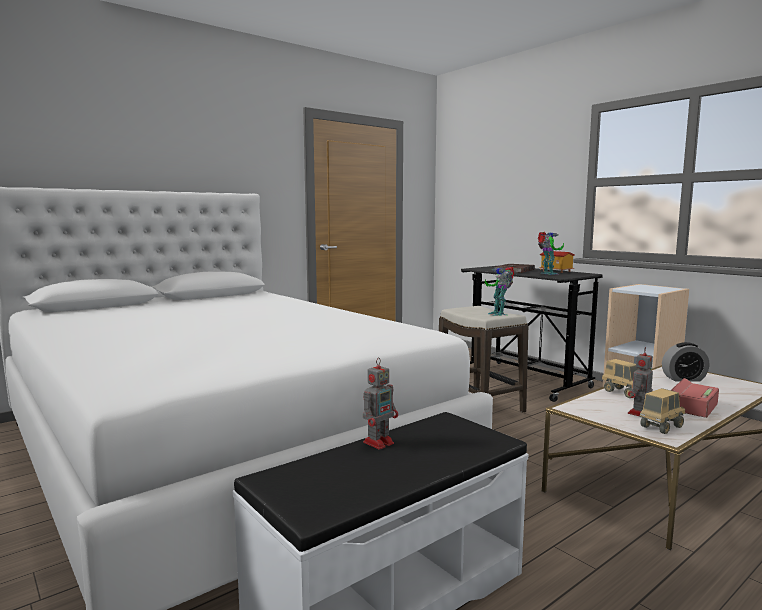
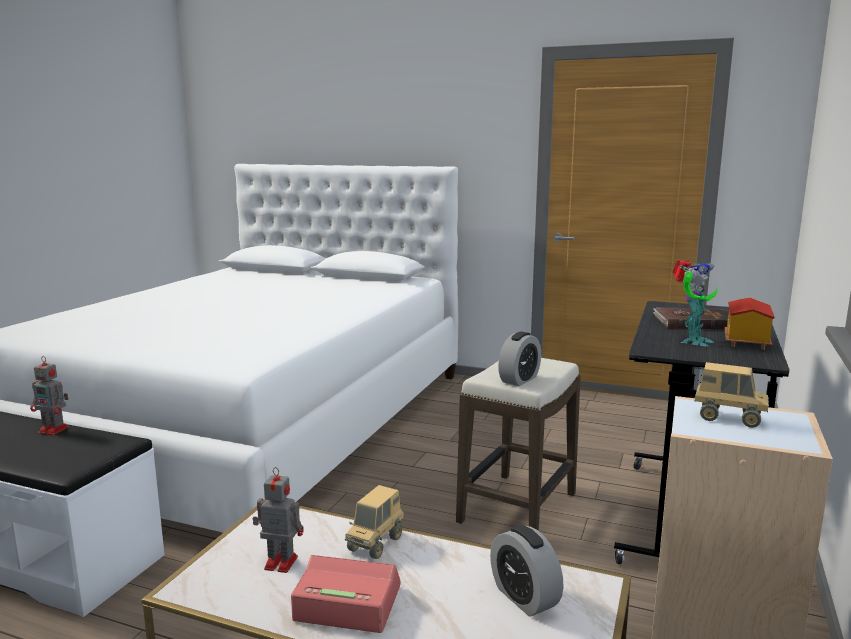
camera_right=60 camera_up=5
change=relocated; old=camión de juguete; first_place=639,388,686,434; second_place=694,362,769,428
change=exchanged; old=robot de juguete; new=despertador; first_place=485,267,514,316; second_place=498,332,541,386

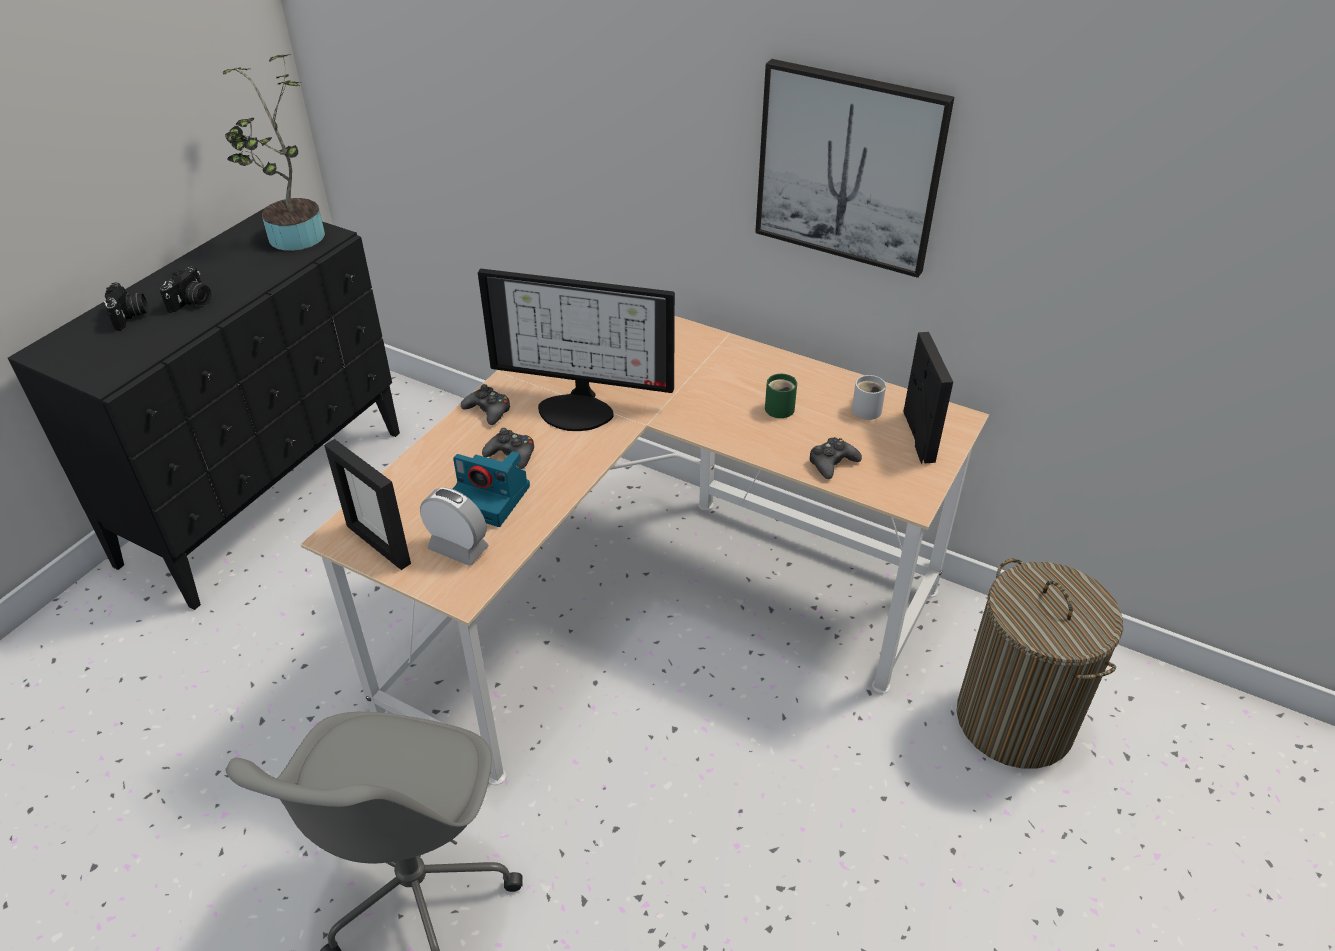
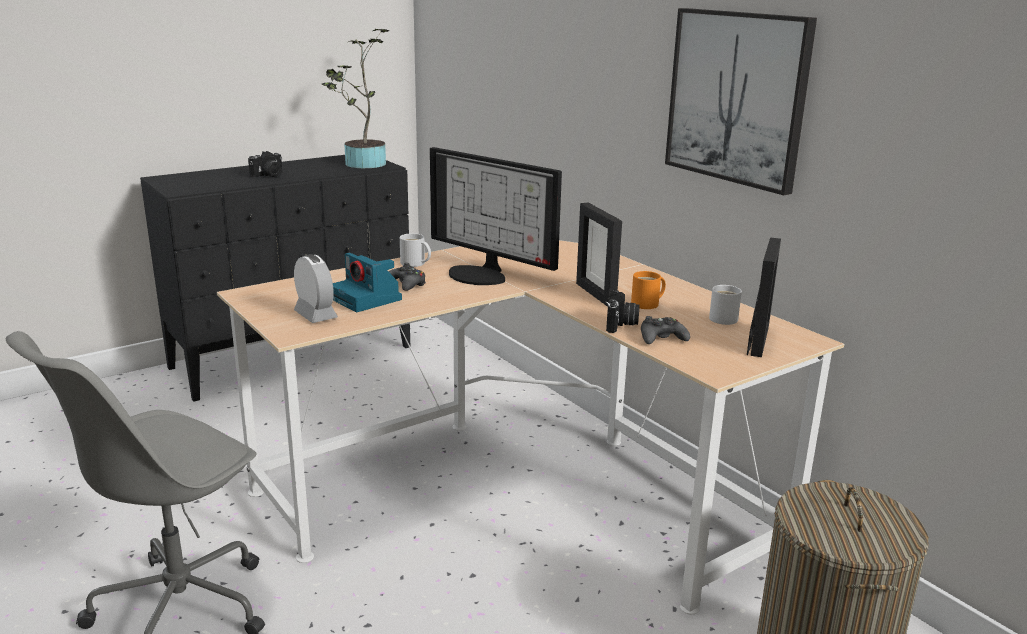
camera_right=25 camera_up=-20
change=relocated; old=cámara; first_place=103,283,148,331; second_place=606,290,640,333
change=relocated; old=portarretratos; first_place=324,439,411,570; second_place=576,203,622,307
change=exchanged; old=mando de consola/negro; new=taza grande/blanco; first_place=461,384,510,425; second_place=400,233,431,267
change=colour; old=taza grande/verde; new=taza grande/naranja; first_place=765,374,797,418; second_place=631,271,666,309

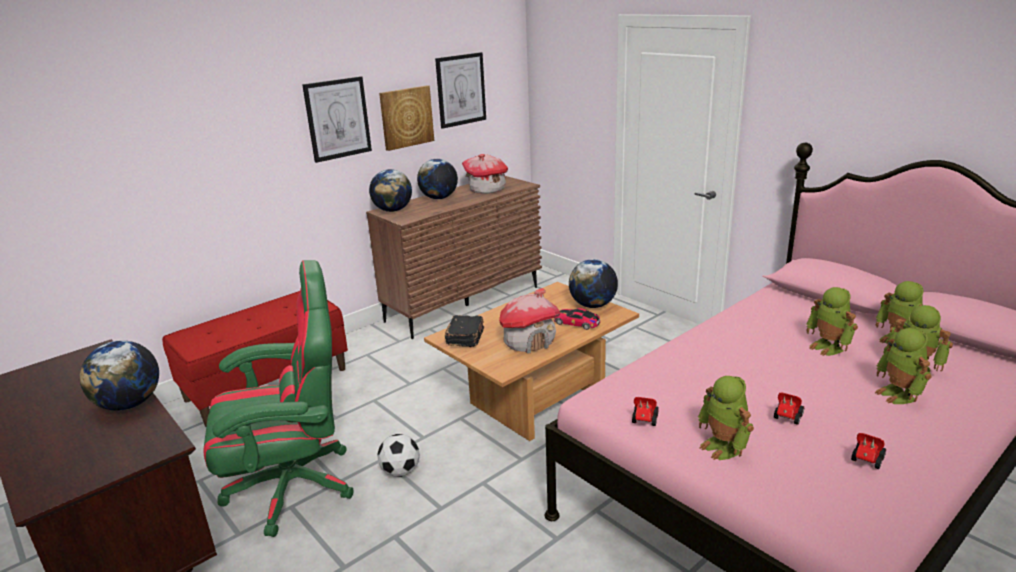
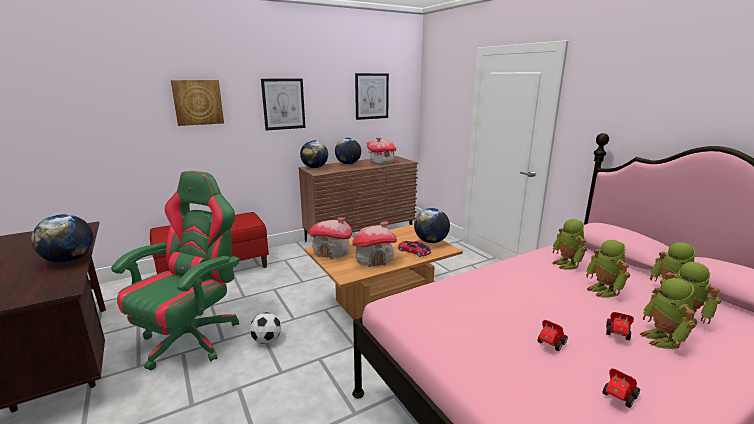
camera_right=10 camera_up=-5
change=relocated; old=cuadro; first_place=379,85,434,151; second_place=171,80,224,126
change=relocated; old=coche de juguete; first_place=632,397,659,426; second_place=606,312,634,340
change=relocated; old=robot de juguete; first_place=698,376,754,460; second_place=552,219,587,270
change=exchanged; old=libro/negro; new=casita; first_place=445,315,484,347; second_place=308,217,352,259
change=spun; old=silla de oficina/verde; first_place=204,260,354,537; second_place=111,171,240,370; degrees=-60

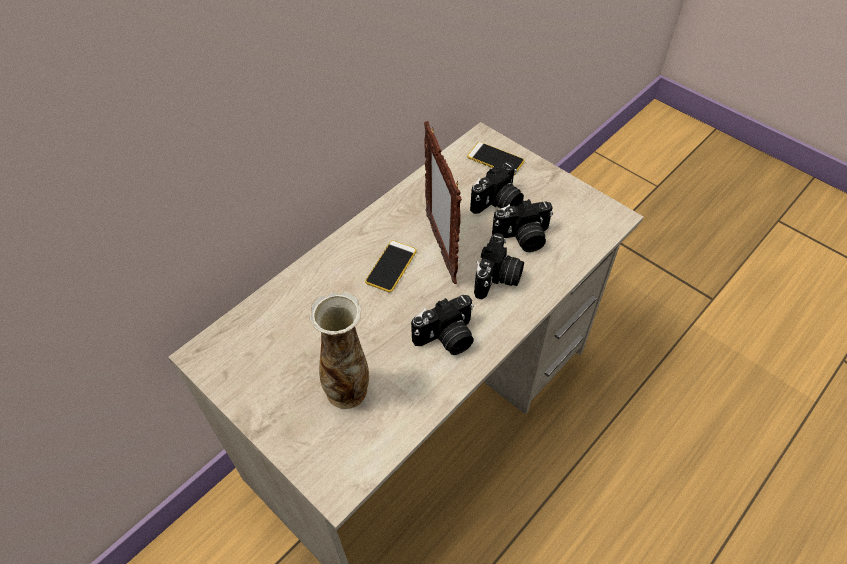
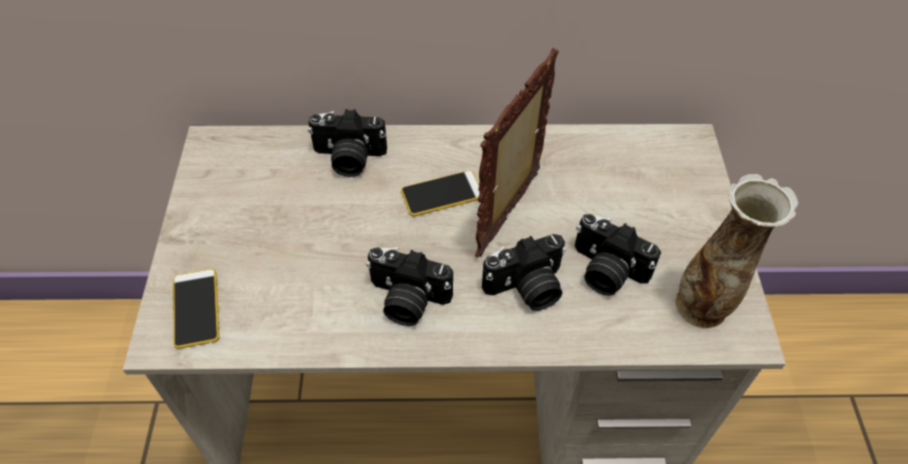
camera_right=45 camera_up=0
change=relocated; old=florero; first_place=309,292,369,409; second_place=675,174,798,328
change=relocated; old=móvil; first_place=467,142,525,175; second_place=173,269,219,349
change=relocated; old=cámara; first_place=470,162,524,214; second_place=308,109,387,177

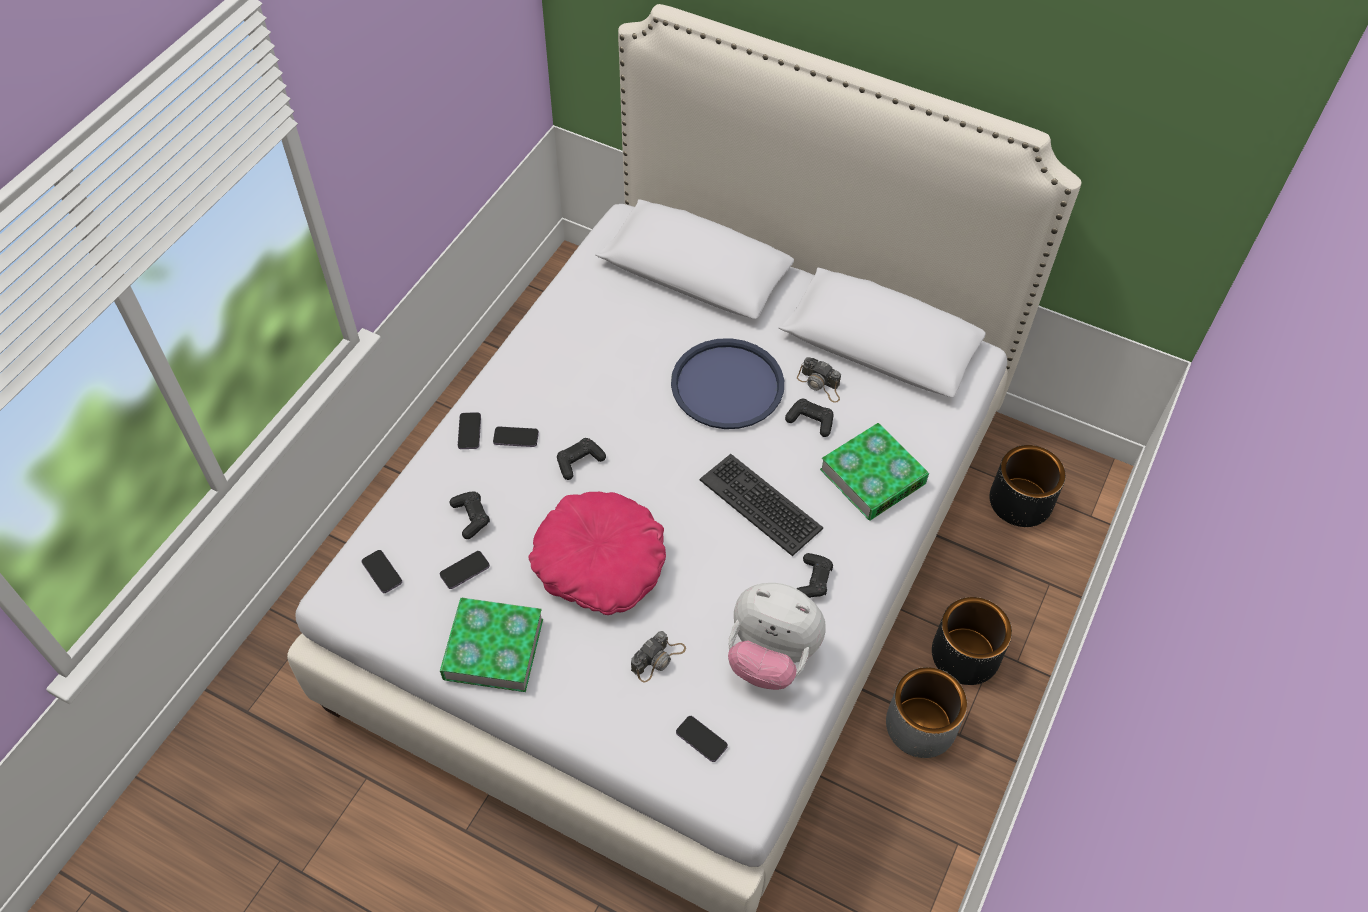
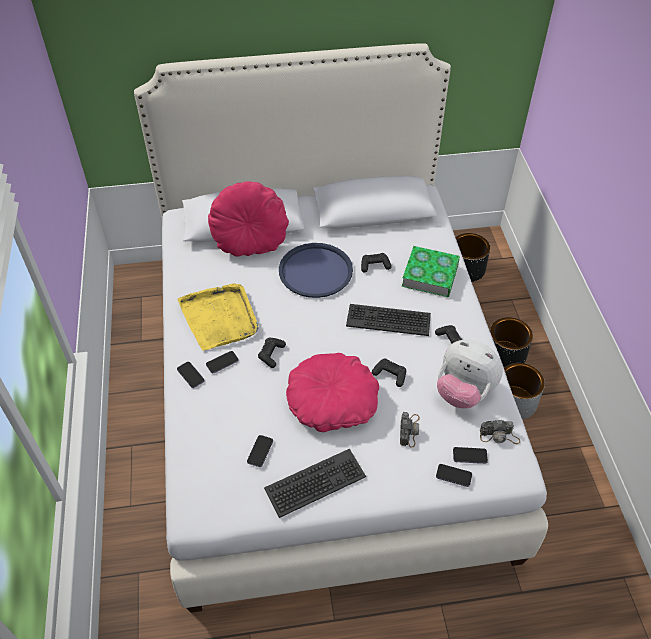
camera_right=-35 camera_up=-5
change=appeared; new=bandeja/amarillo; second_place=177,283,259,351
change=appeared; new=cojín/rosa; second_place=208,181,289,257
change=relocated; old=móvil; first_place=361,550,402,593; second_place=436,464,472,487
change=relocated; old=mando de consola/negro; first_place=450,492,490,539; second_place=372,359,406,387
change=relocated; old=cámara; first_place=797,357,841,403; second_place=480,420,520,444
change=exchanged; old=libro; new=teclado; first_place=440,598,543,692; second_place=264,449,366,518
change=spun; old=peluche; first_place=728,583,826,690; second_place=437,340,503,408; degrees=45

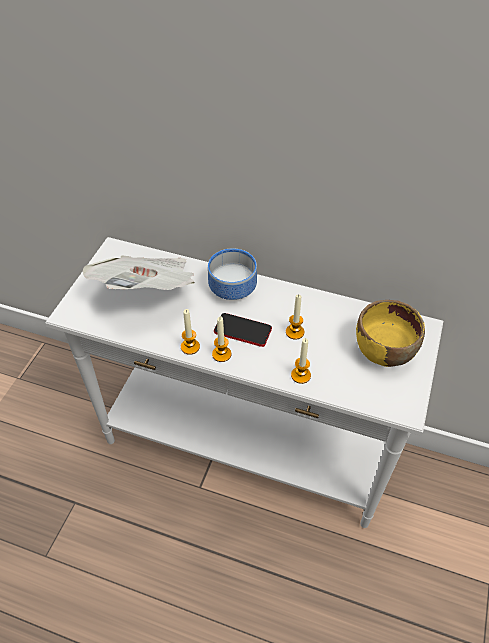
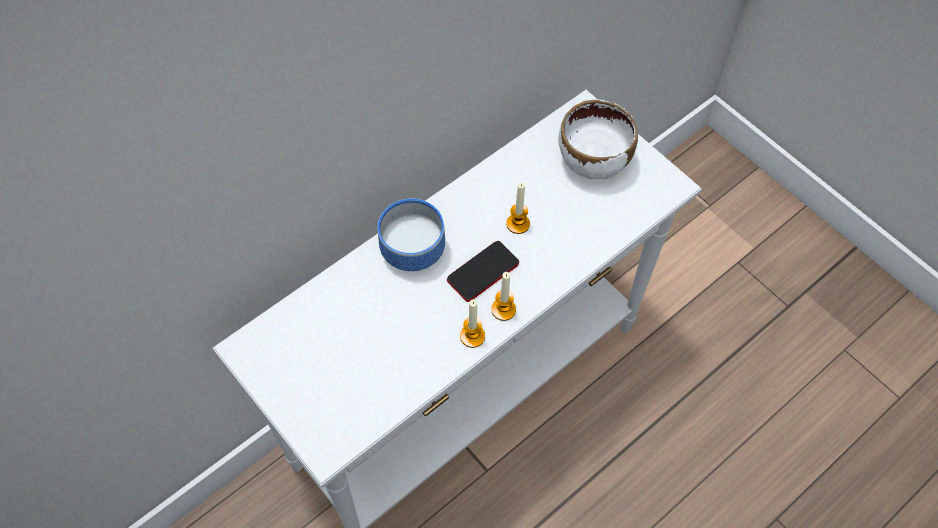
camera_right=-60 camera_up=10
change=missing; old=periódico; first_place=82,255,194,290
change=missing; old=vela; first_place=291,338,311,384
change=colour; old=cuenco/amarillo; new=cuenco/blanco; first_place=356,300,425,367; second_place=558,99,638,179

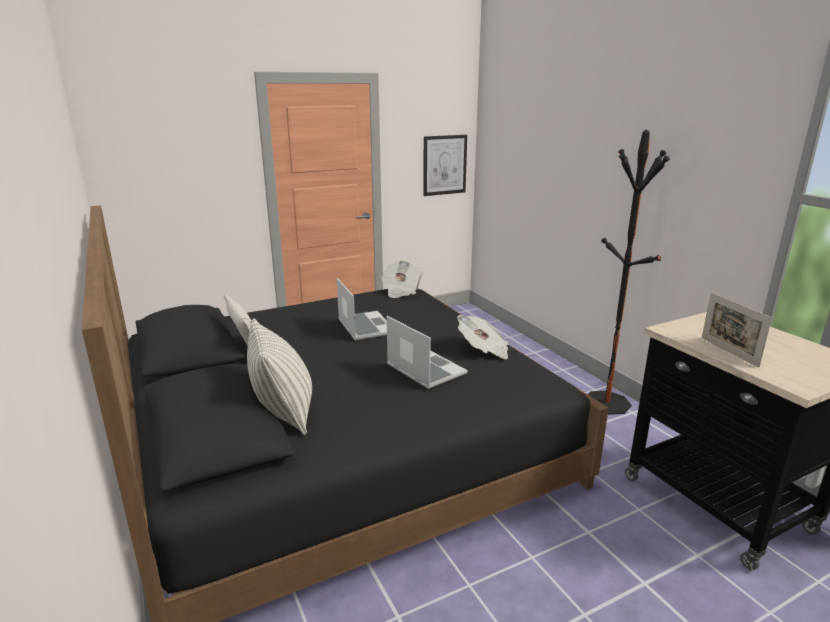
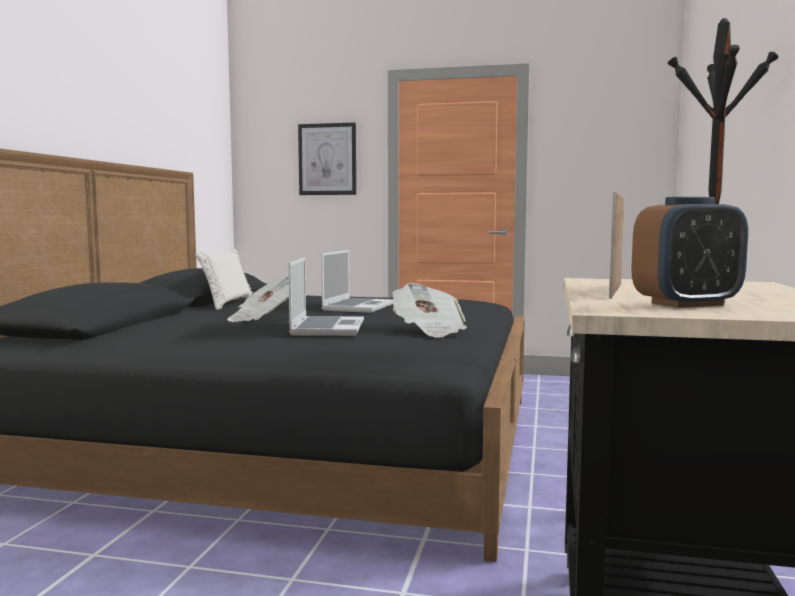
camera_right=40 camera_up=-15
change=missing; old=cojín; first_place=247,319,312,435
change=appeared; new=despertador; second_place=631,197,748,308
change=relocated; old=periódico; first_place=381,261,423,298; second_place=227,277,289,322
change=relocated; old=cuadro; first_place=423,135,467,196; second_place=298,122,356,195

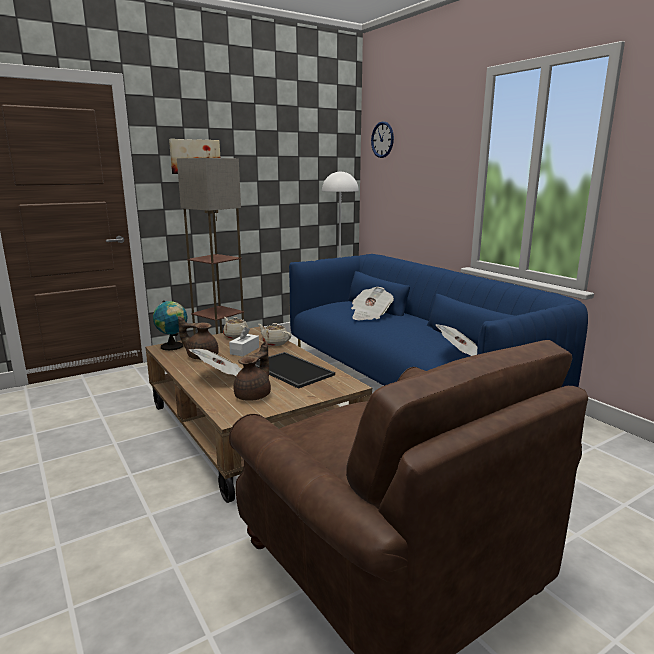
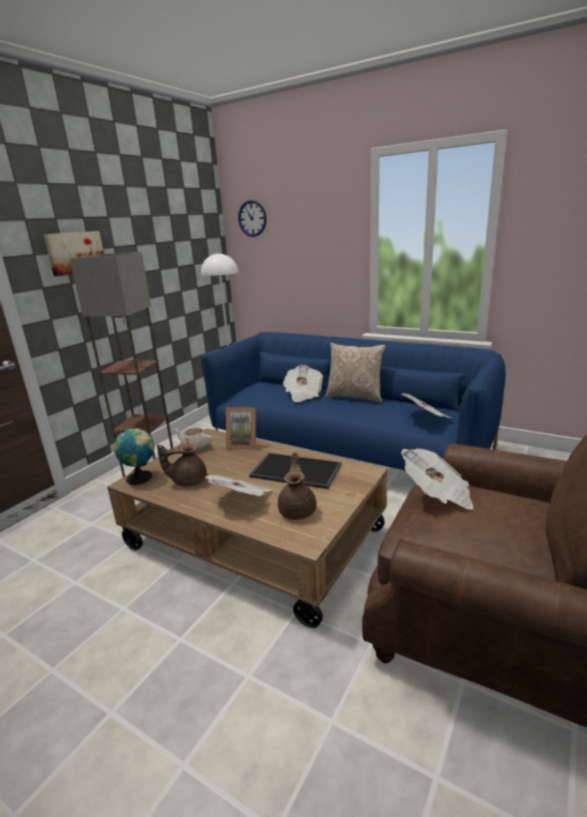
camera_right=-25 camera_up=5
change=missing; old=caja de pañuelos/blanco; first_place=229,327,259,357
change=appeared; new=cojín; second_place=325,343,386,403
change=appeared; new=periódico; second_place=401,448,473,510
change=exchanged; old=tetera/beis; new=portarretratos; first_place=258,323,291,346; second_place=226,407,256,450

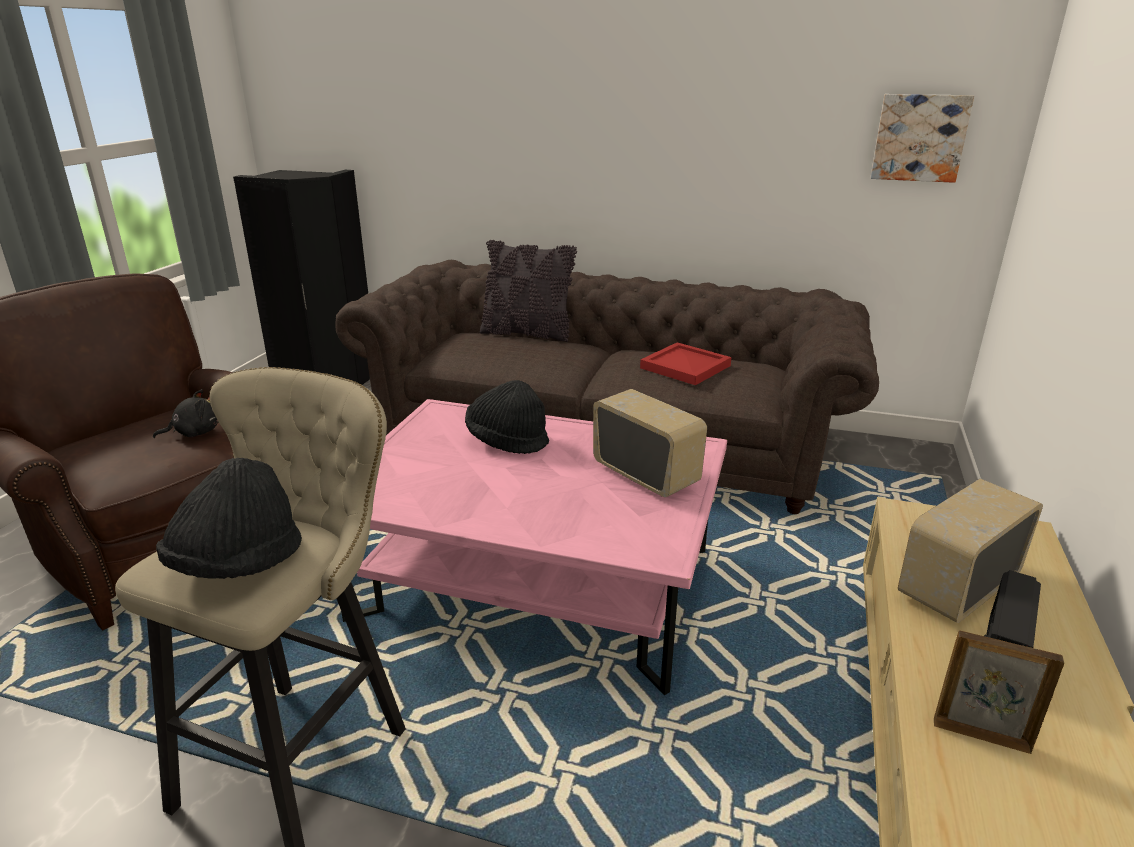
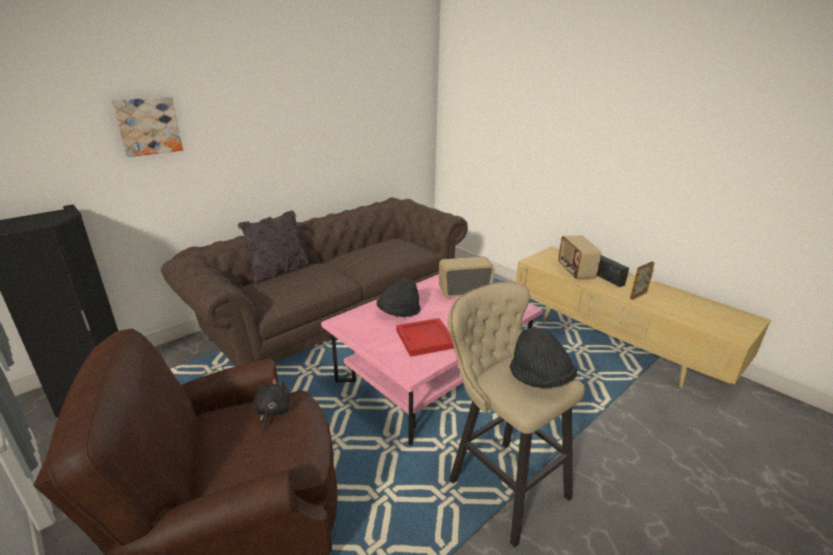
camera_right=-60 camera_up=0
change=relocated; old=bandeja/rojo; first_place=640,342,732,385; second_place=396,318,454,357
change=relocated; old=cuadro; first_place=871,94,974,183; second_place=111,97,183,157

